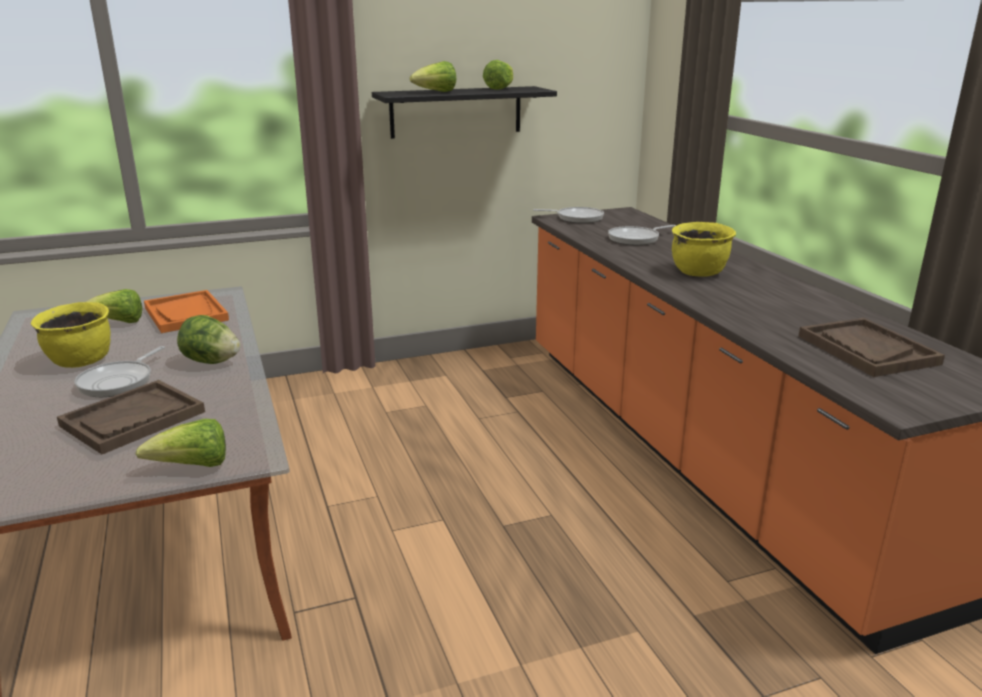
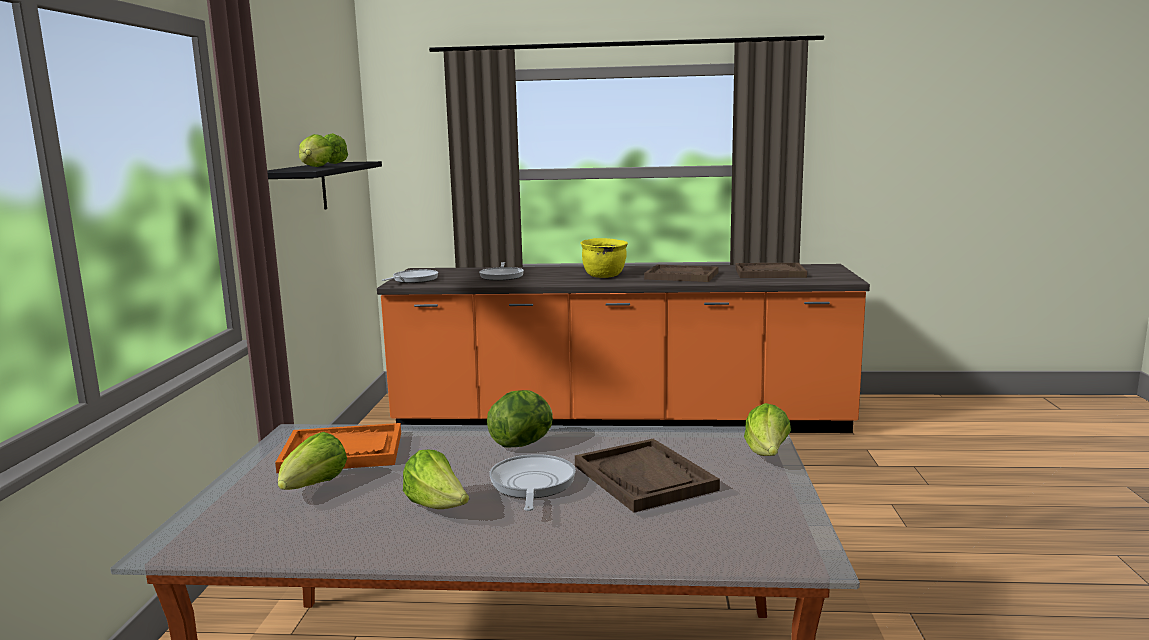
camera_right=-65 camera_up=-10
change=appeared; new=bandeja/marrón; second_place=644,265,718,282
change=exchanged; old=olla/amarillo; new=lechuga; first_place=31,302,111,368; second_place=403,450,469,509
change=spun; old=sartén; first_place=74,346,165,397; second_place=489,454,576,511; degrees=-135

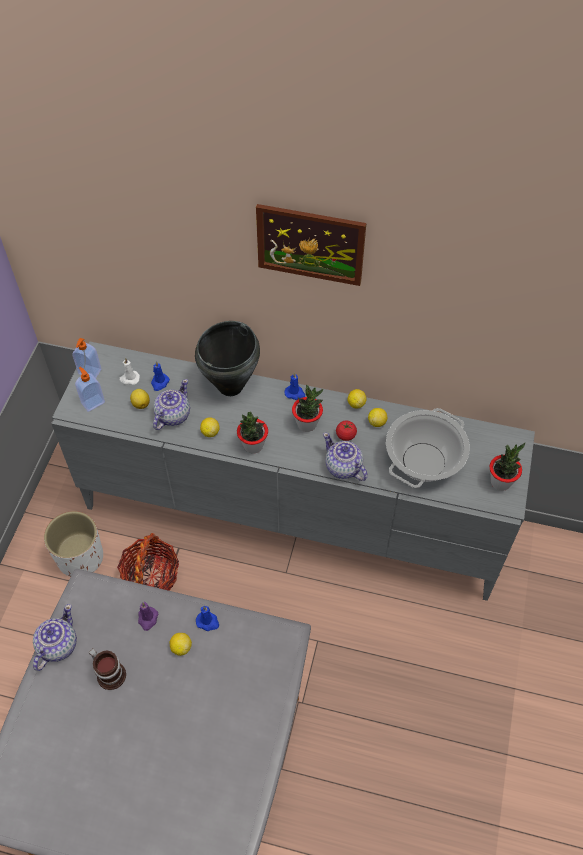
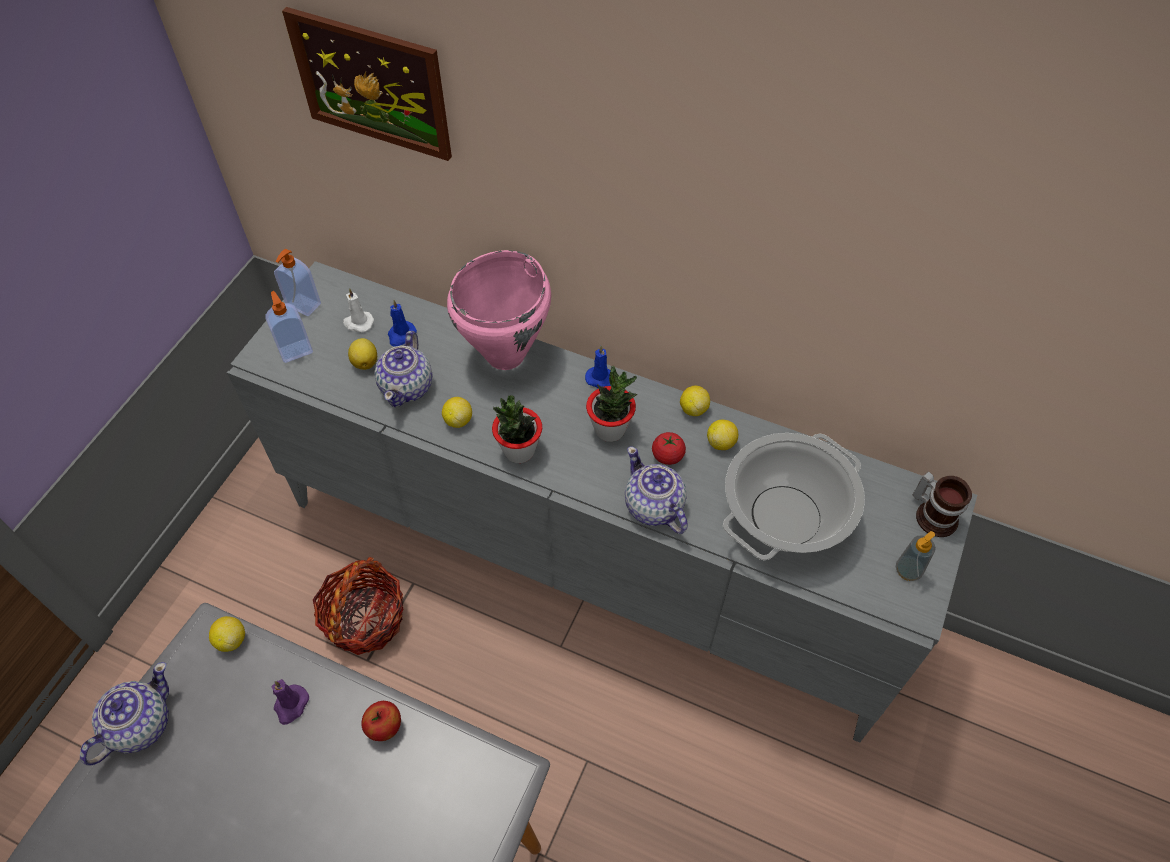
camera_right=10 camera_up=0
change=missing; old=maceta/blanco; first_place=44,511,103,577
change=relocated; old=taza grande; first_place=89,649,126,690; second_place=913,472,972,537
change=relocated; old=limón; first_place=170,633,192,656; second_place=209,616,245,652
change=relocated; old=cuadro; first_place=256,204,366,286; second_place=282,7,452,161
change=exchanged; old=vela/azul; new=manzana; first_place=196,606,219,631; second_place=361,701,401,741
change=exchanged; old=planta en maceta; new=dispensador de jabón; first_place=490,443,525,491; second_place=896,531,936,581
change=colour; old=olla/negro; new=olla/rosa; first_place=195,321,260,396; second_place=447,250,551,370
change=spun; old=tetera; first_place=153,379,190,430; second_place=375,331,432,407; degrees=150

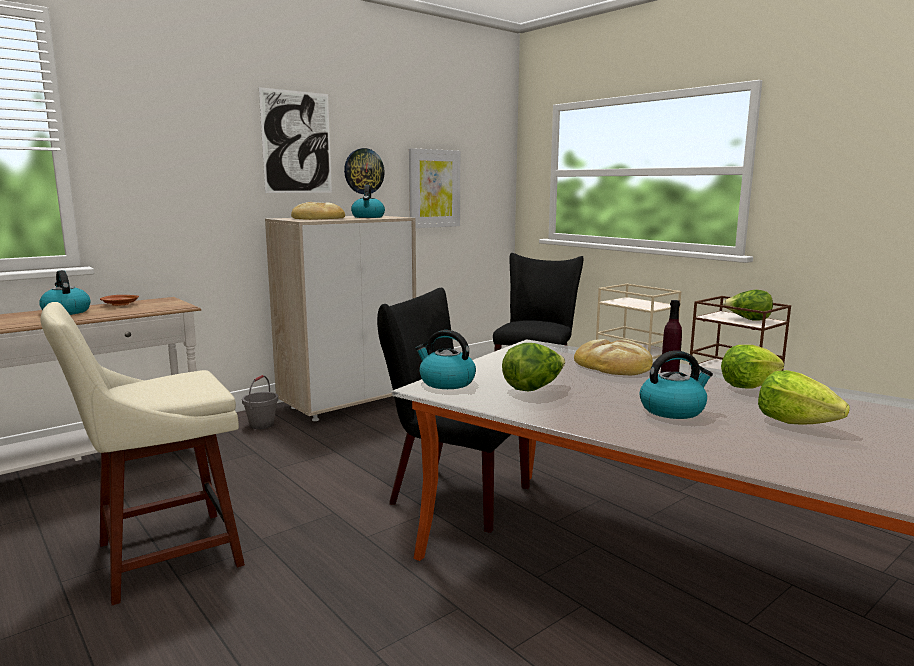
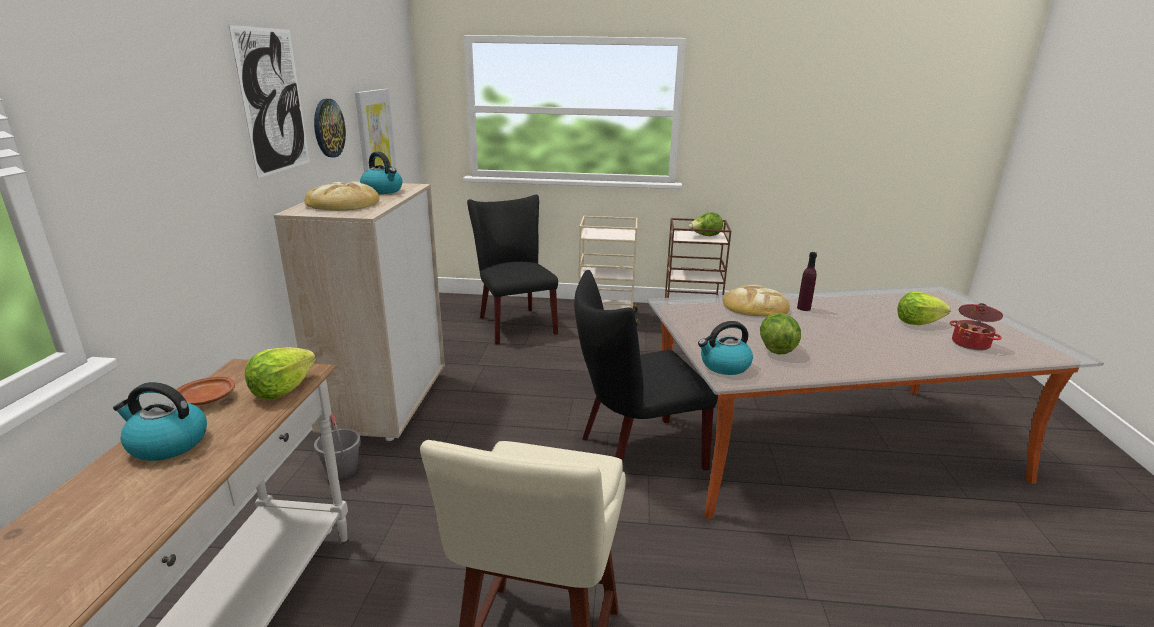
camera_right=-45 camera_up=10
change=missing; old=hervidor; first_place=640,351,713,419
change=appeared; new=olla; second_place=949,303,1003,351
change=relocated; old=lechuga; first_place=721,345,784,389; second_place=245,347,316,400

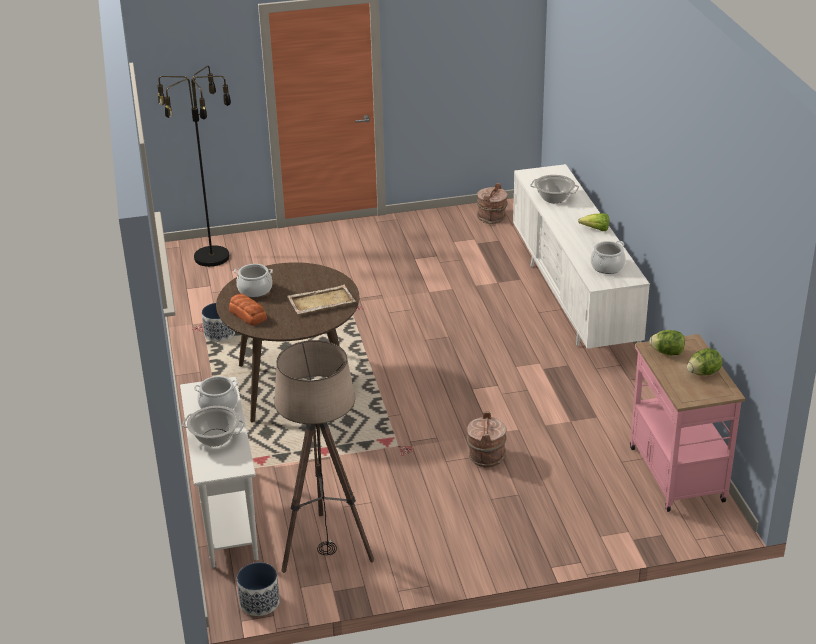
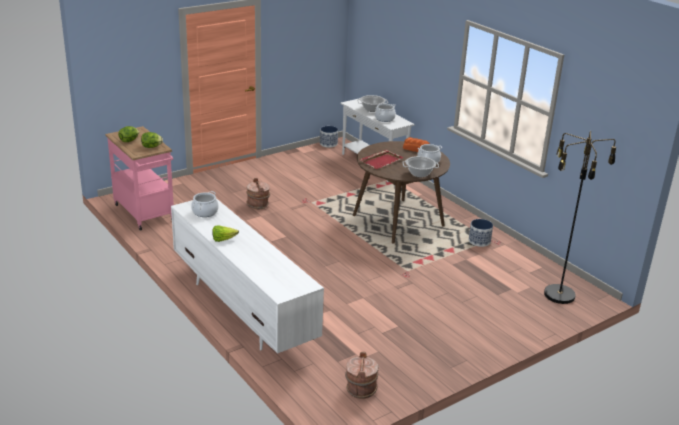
camera_right=155 camera_up=-5
change=missing; old=lámpara de pie; first_place=274,340,374,573
change=relocated; old=olla; first_place=530,175,579,203; second_place=402,156,439,177
change=colour; old=bandeja/beis; new=bandeja/rojo; first_place=287,285,356,314; second_place=360,150,404,169

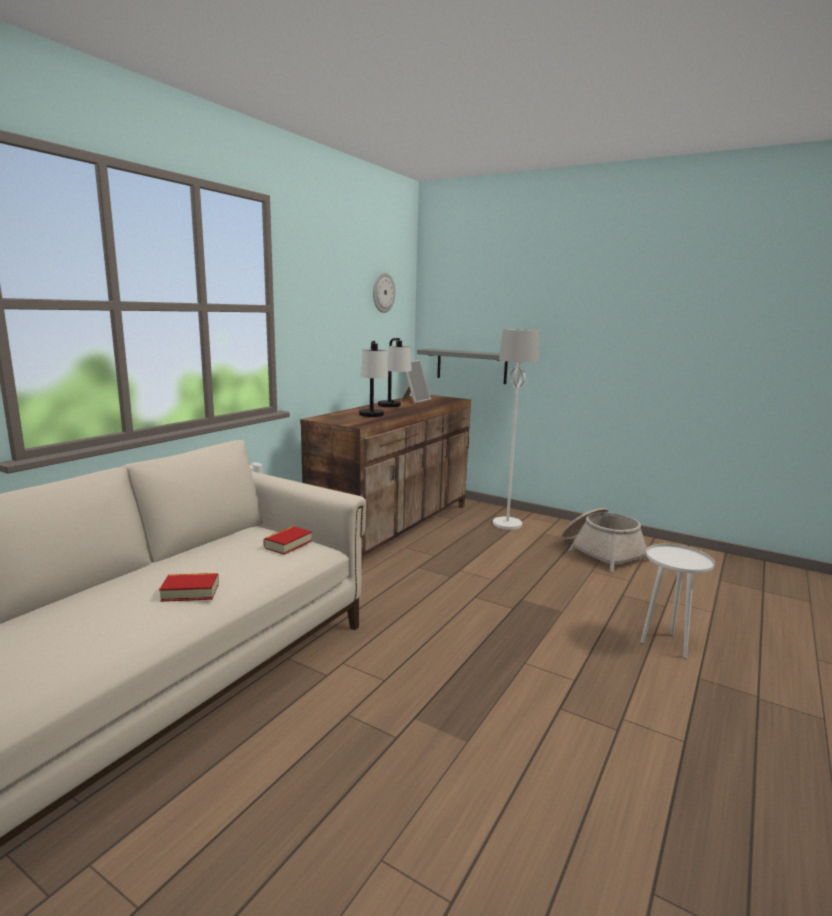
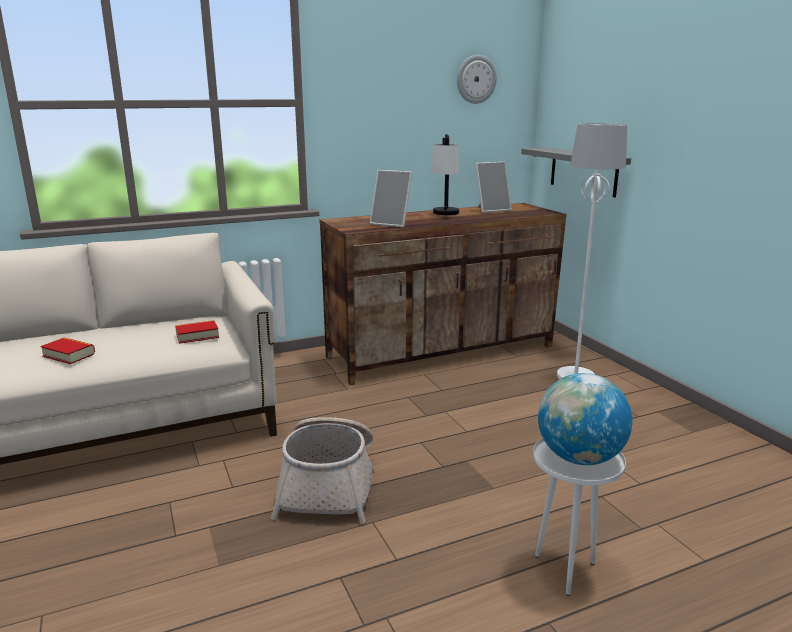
camera_right=35 camera_up=5
change=appeared; new=globo terráqueo; second_place=538,373,632,465
change=relocated; old=cesta; first_place=561,508,650,572; second_place=271,417,375,524
change=exchanged; old=lámpara de mesa; new=portarretratos; first_place=359,341,388,417; second_place=370,170,412,227

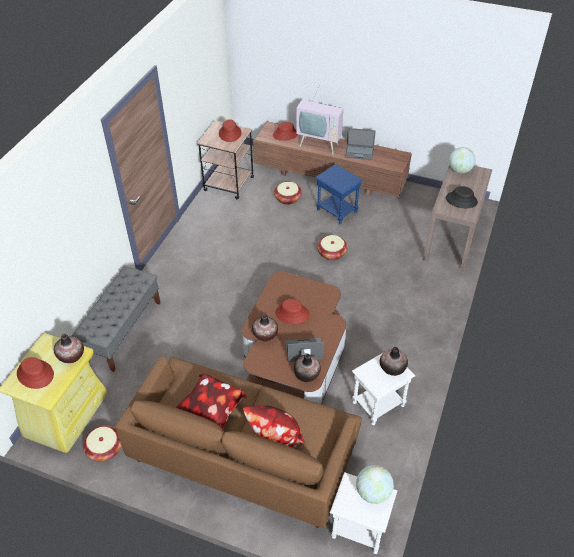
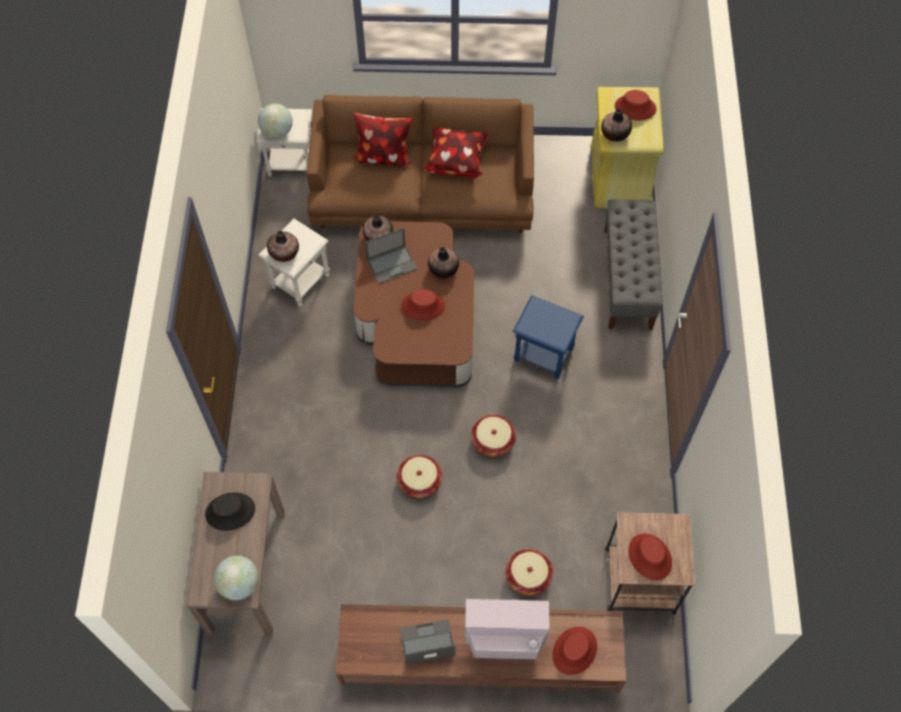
camera_right=160 camera_up=15
change=relocated; old=cesta; first_place=83,426,122,461; second_place=471,415,516,457
change=relocated; old=mesa auxiliar/azul; first_place=315,164,364,224; second_place=513,295,584,379

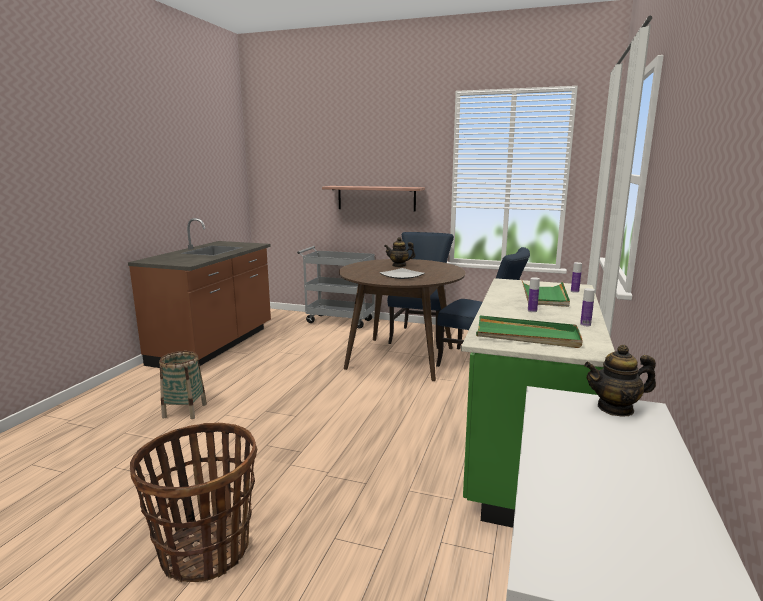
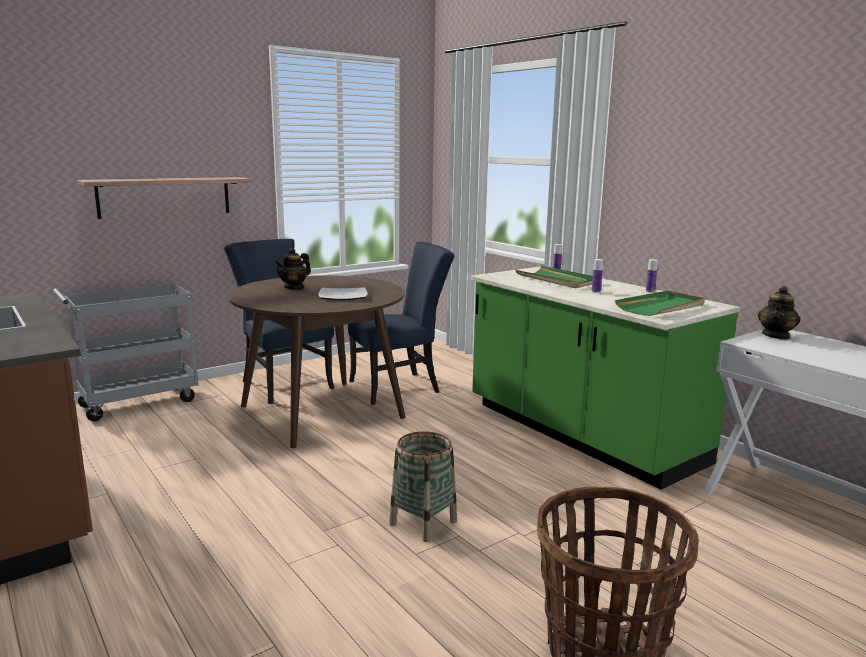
camera_right=-55 camera_up=0
change=relocated; old=cesta; first_place=159,351,207,419; second_place=389,431,457,542

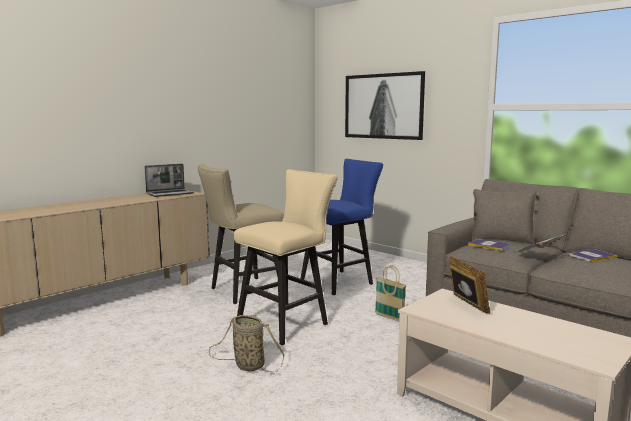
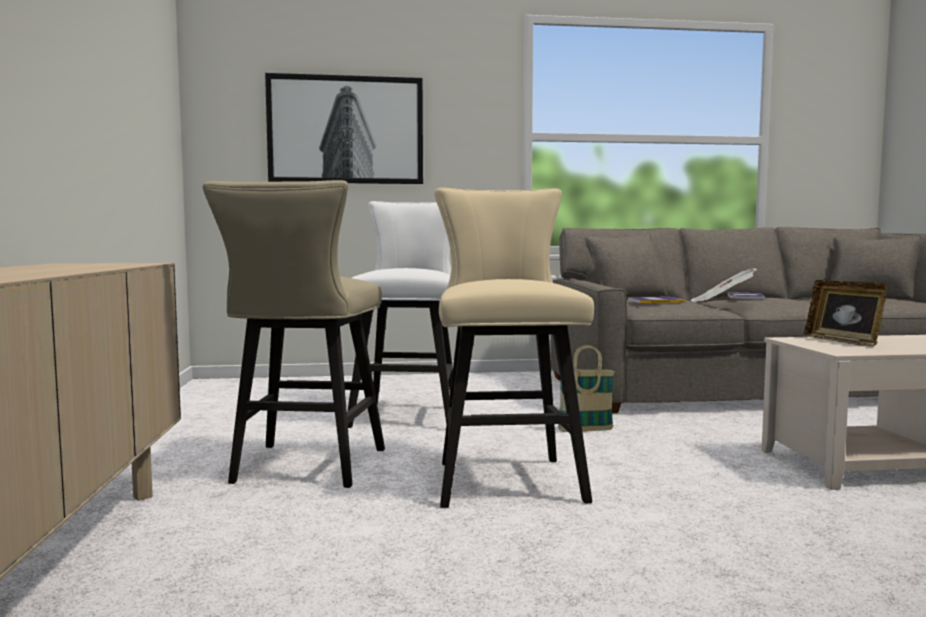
camera_right=-50 camera_up=-5
change=missing; old=portátil; first_place=144,164,194,197
change=missing; old=cesta; first_place=209,315,284,372
change=colour; old=taburete/azul; new=taburete/blanco; first_place=300,159,383,295; second_place=348,201,453,428
change=spun; old=portarretratos; first_place=449,256,490,314; second_place=804,280,887,347; degrees=-135

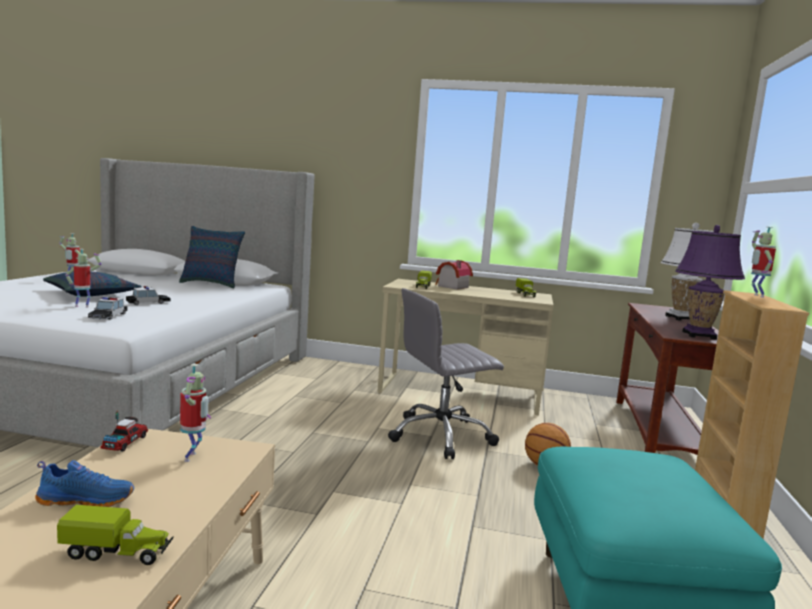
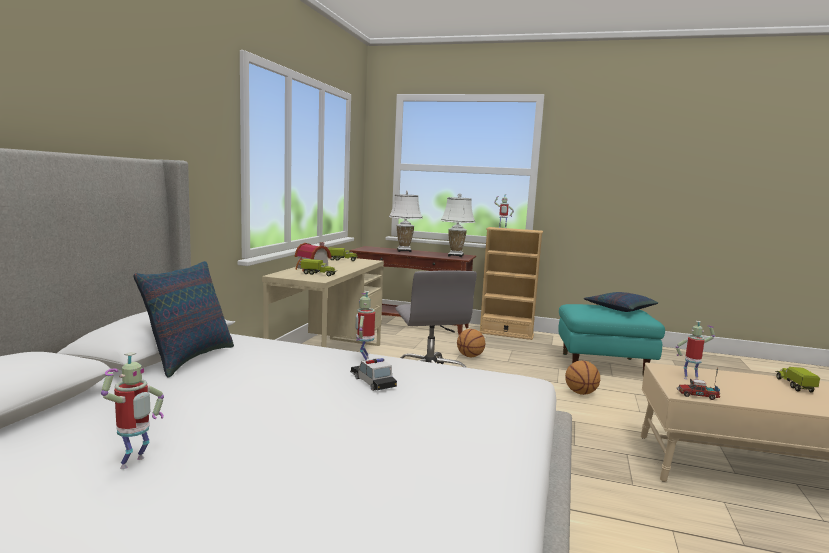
camera_right=-85 camera_up=0
change=missing; old=zapato/azul; first_place=35,460,134,507
change=missing; old=coche de juguete; first_place=88,297,127,319
change=appeared; new=balón de baloncesto; second_place=565,360,600,395
change=relocated; old=cojín/azul; first_place=43,272,142,297; second_place=584,292,658,312
change=relocated; old=robot de juguete; first_place=65,249,102,308; second_place=356,291,375,361
change=colour; old=lámpara de mesa/morado; new=lámpara de mesa/blanco; first_place=675,225,745,340; second_place=441,193,475,257

